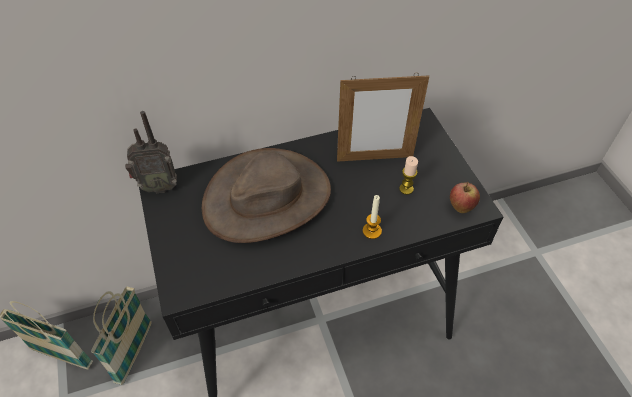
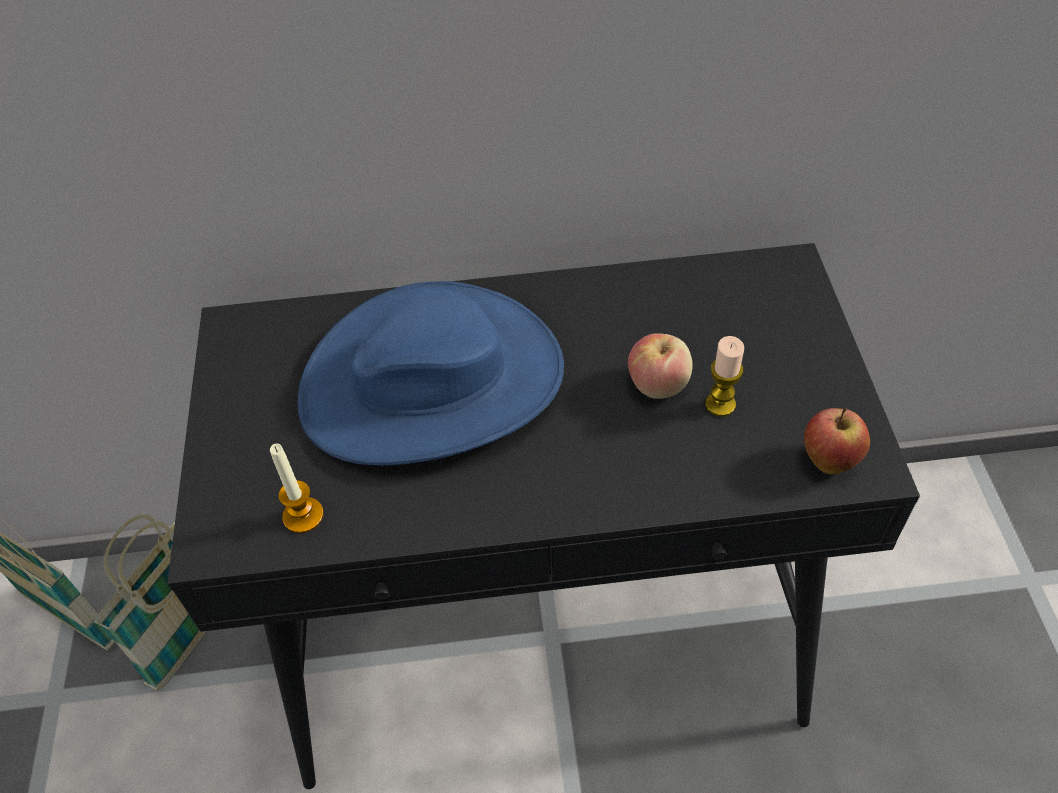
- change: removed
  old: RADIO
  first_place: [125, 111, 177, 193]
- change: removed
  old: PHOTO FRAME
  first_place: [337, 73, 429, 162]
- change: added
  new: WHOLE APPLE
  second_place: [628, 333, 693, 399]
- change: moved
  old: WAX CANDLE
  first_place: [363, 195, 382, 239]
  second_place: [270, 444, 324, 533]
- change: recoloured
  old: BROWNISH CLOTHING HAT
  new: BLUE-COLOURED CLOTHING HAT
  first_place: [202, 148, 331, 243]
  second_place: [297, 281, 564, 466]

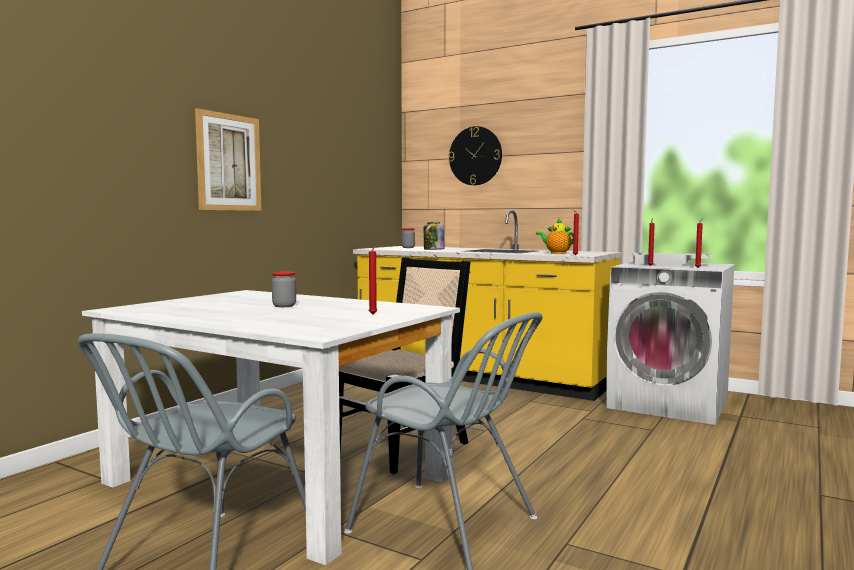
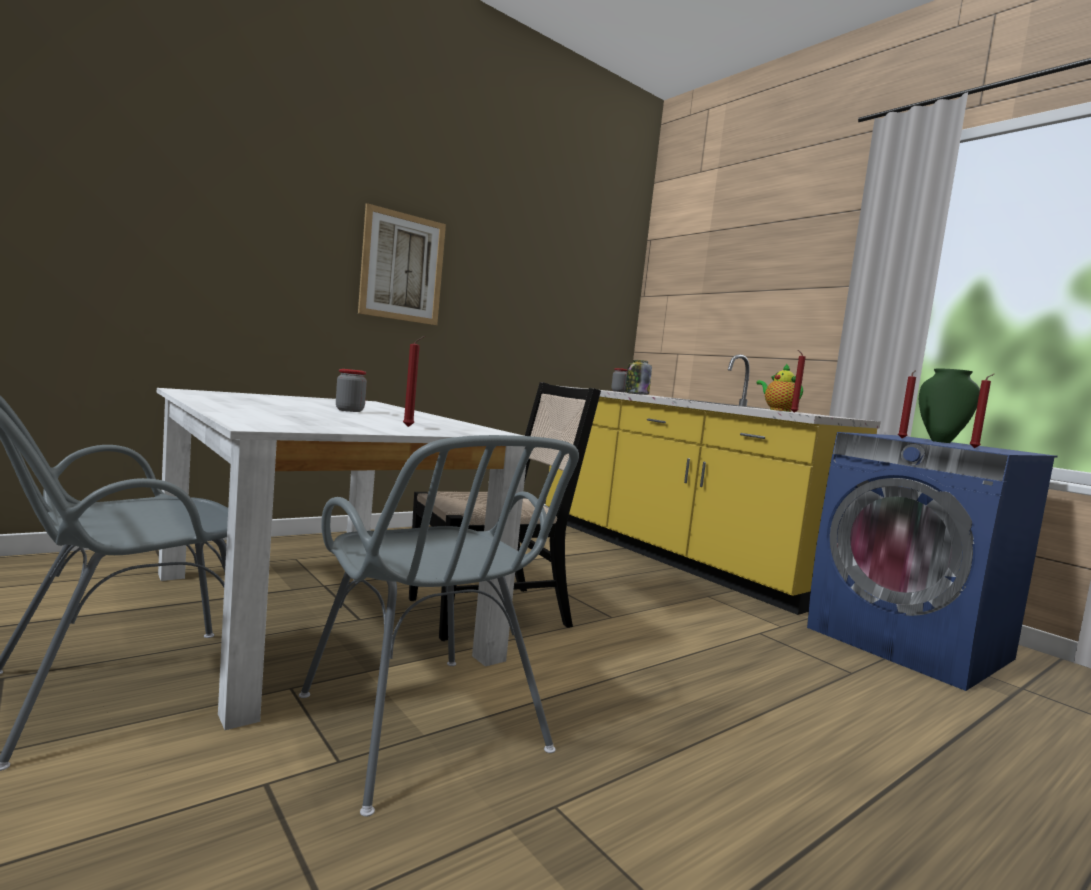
- change: removed
  old: CLOCK ON THE WALL
  first_place: [449, 126, 502, 185]
- change: replaced
  old: WHITISH CARRYING TRAY
  new: GREENISH DECORATIVE VASE
  first_place: [631, 253, 714, 265]
  second_place: [919, 369, 980, 443]
- change: recoloured
  old: WHITISH LAUNDRY MACHINE
  new: BLUE-COLOURED LAUNDRY MACHINE
  first_place: [607, 262, 735, 425]
  second_place: [807, 432, 1058, 691]

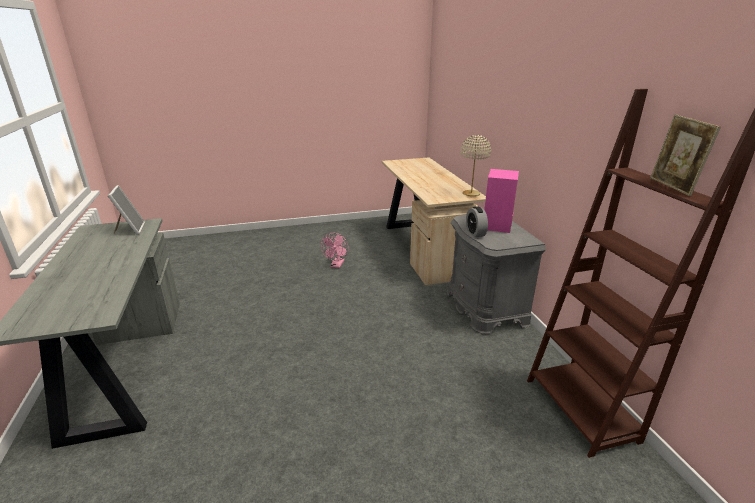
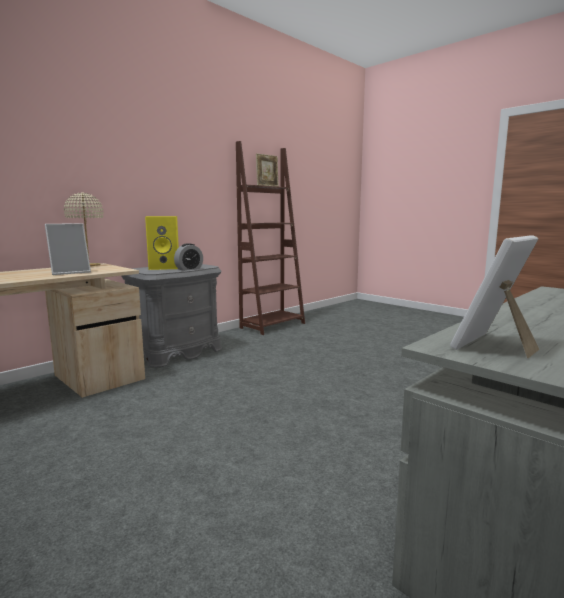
- change: removed
  old: PINKISH FAN
  first_place: [321, 233, 349, 268]
- change: added
  new: PHOTO FRAME
  second_place: [45, 223, 91, 275]
- change: recoloured
  old: PINKISH AUDIO SPEAKER
  new: YELLOW AUDIO SPEAKER
  first_place: [484, 169, 519, 233]
  second_place: [145, 216, 179, 270]

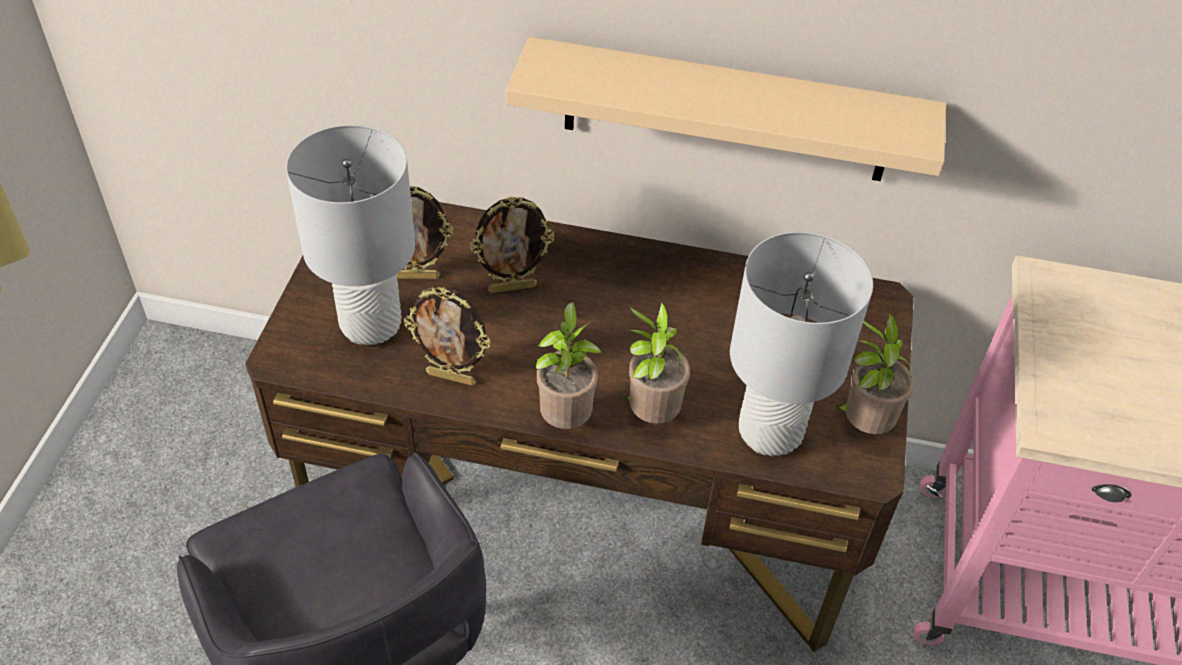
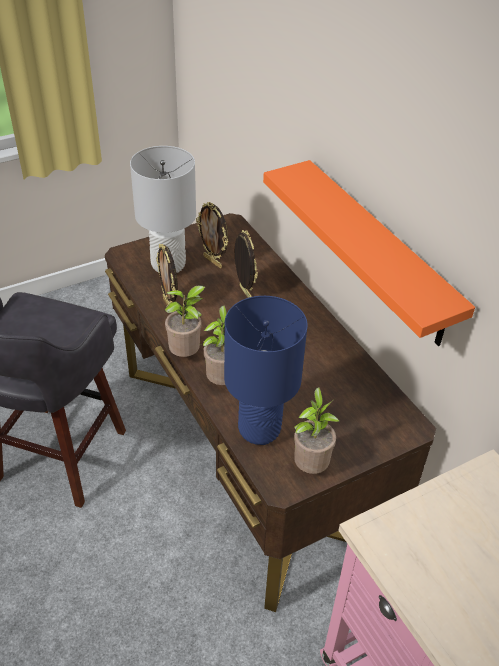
- change: recoloured
  old: BEIGE BRACKET SHELF
  new: ORANGE-COLOURED BRACKET SHELF
  first_place: [506, 37, 946, 181]
  second_place: [263, 160, 475, 346]
- change: recoloured
  old: GREYISH TABLETOP LAMP
  new: BLUE-COLOURED TABLETOP LAMP
  first_place: [730, 232, 873, 456]
  second_place: [224, 296, 307, 445]
- change: turned
  old: PHOTO FRAME
  first_place: [470, 196, 554, 293]
  second_place: [235, 230, 258, 298]
  degrees: -150

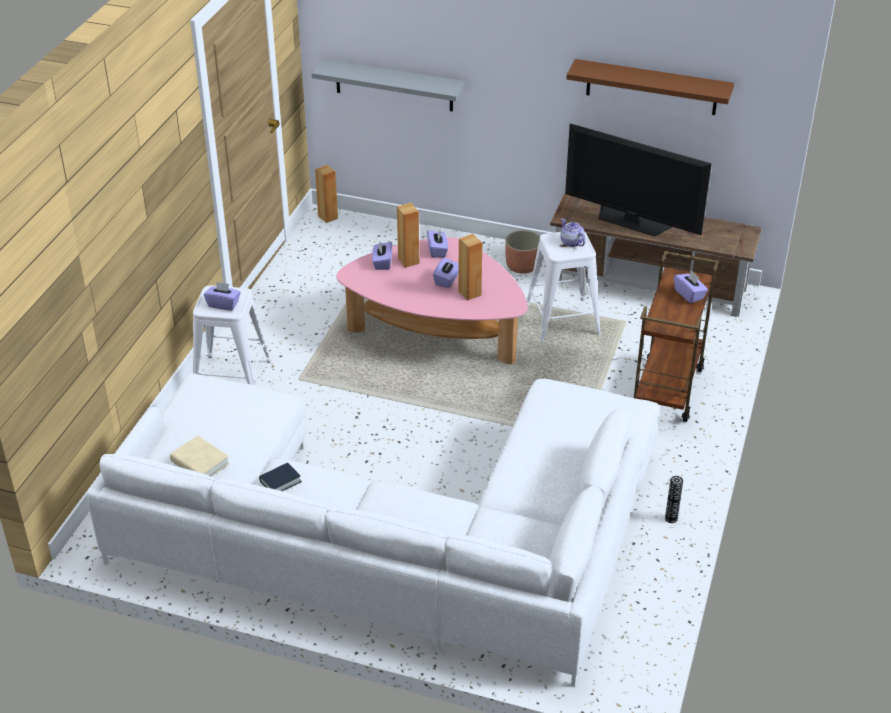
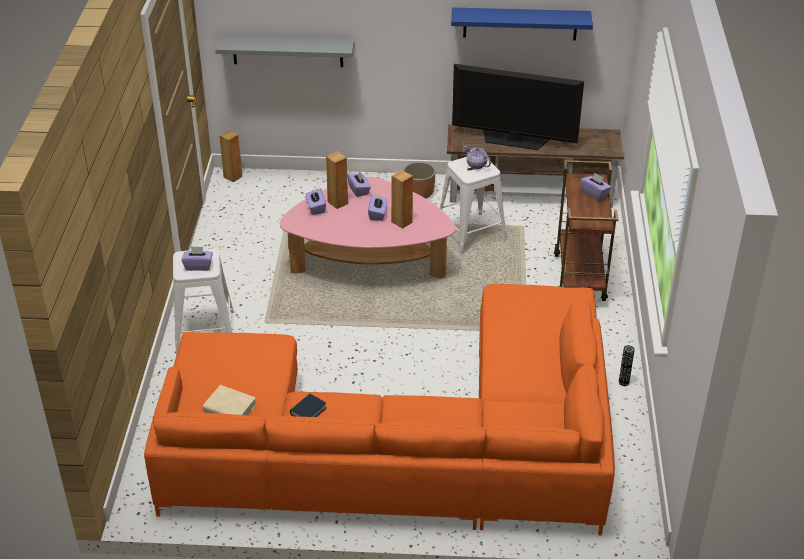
- change: recoloured
  old: WHITISH SETTEE
  new: ORANGE-COLOURED SETTEE
  first_place: [87, 373, 659, 687]
  second_place: [144, 284, 615, 536]
- change: recoloured
  old: BROWNISH BRACKET SHELF
  new: BLUE-COLOURED BRACKET SHELF
  first_place: [567, 59, 734, 115]
  second_place: [451, 7, 593, 40]

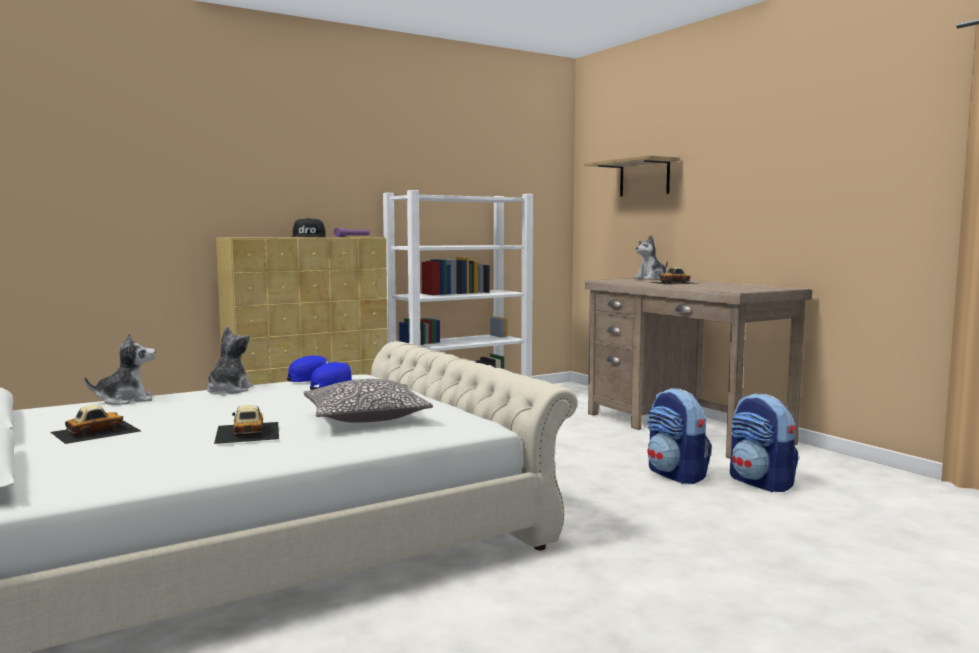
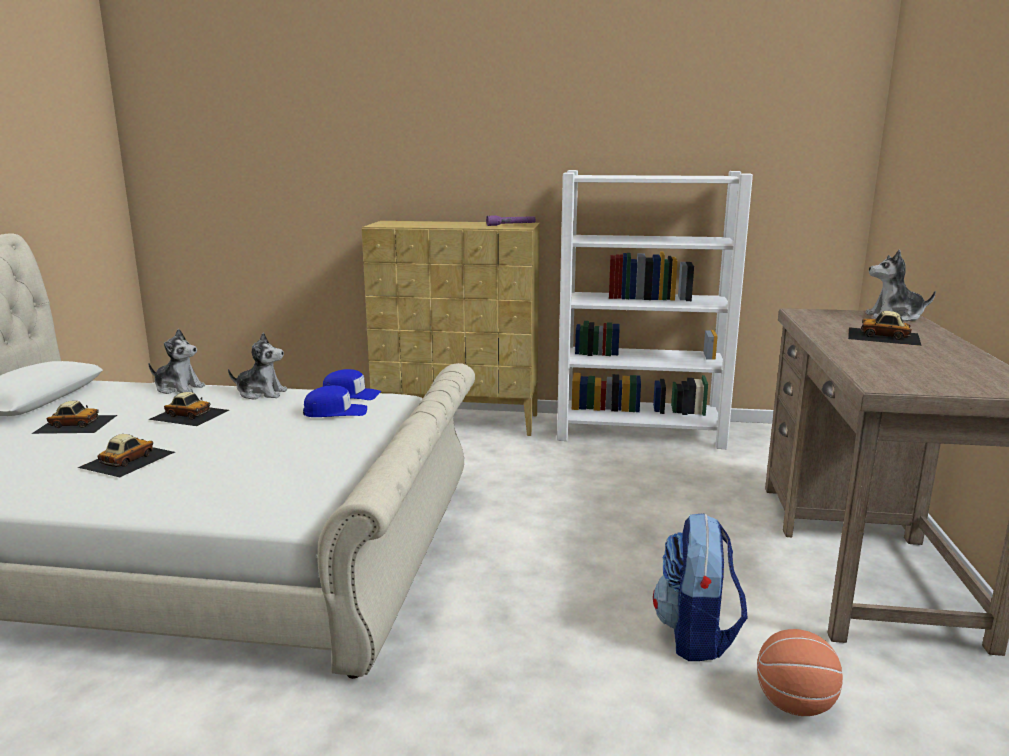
- change: removed
  old: BLACK-COLOURED BASEBALL CAP
  first_place: [292, 218, 325, 237]
- change: removed
  old: THROW PILLOW
  first_place: [303, 379, 433, 423]
- change: removed
  old: BRACKET SHELF
  first_place: [585, 155, 680, 196]
- change: added
  new: MODEL CAR
  second_place: [148, 392, 229, 426]
- change: replaced
  old: KNAPSACK
  new: BASKETBALL
  first_place: [730, 394, 798, 492]
  second_place: [757, 629, 843, 716]
- change: turned
  old: PLUSH TOY
  first_place: [207, 326, 253, 394]
  second_place: [228, 333, 287, 400]
  degrees: 45

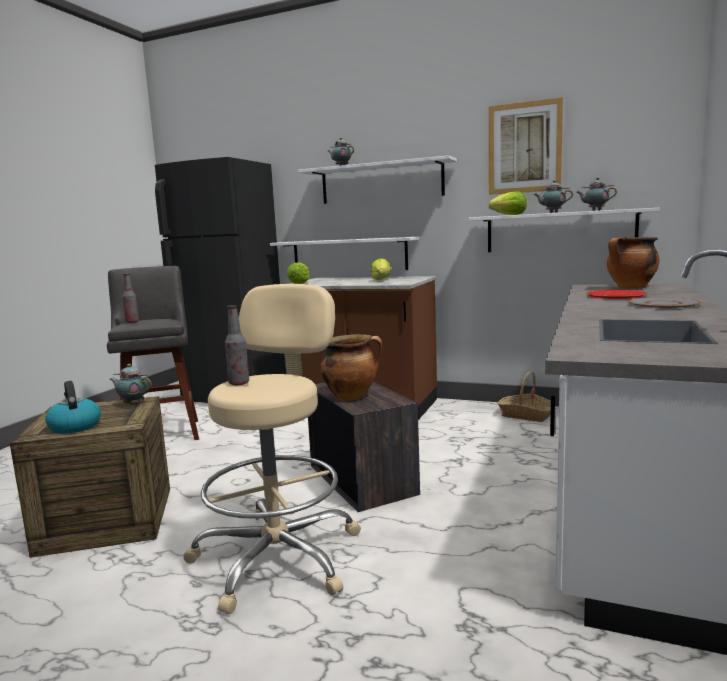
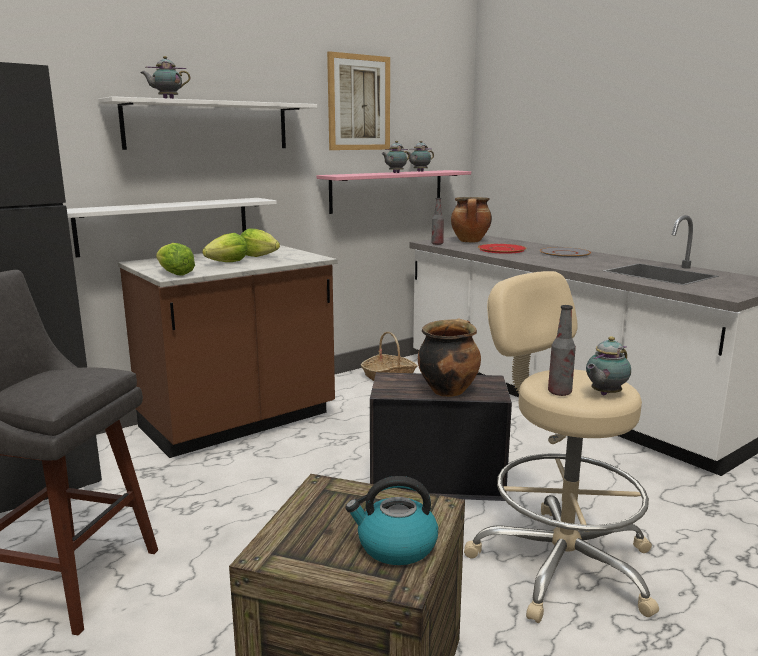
- change: moved
  old: TEA POT
  first_place: [109, 364, 152, 405]
  second_place: [586, 336, 631, 395]
- change: moved
  old: DRINK BOTTLE
  first_place: [123, 273, 139, 323]
  second_place: [431, 198, 444, 245]
- change: moved
  old: HEAD OF LETTUCE
  first_place: [488, 191, 527, 215]
  second_place: [202, 233, 247, 262]
- change: recoloured
  old: WHITISH BRACKET SHELF
  new: PINKISH BRACKET SHELF
  first_place: [469, 208, 659, 252]
  second_place: [316, 170, 471, 214]

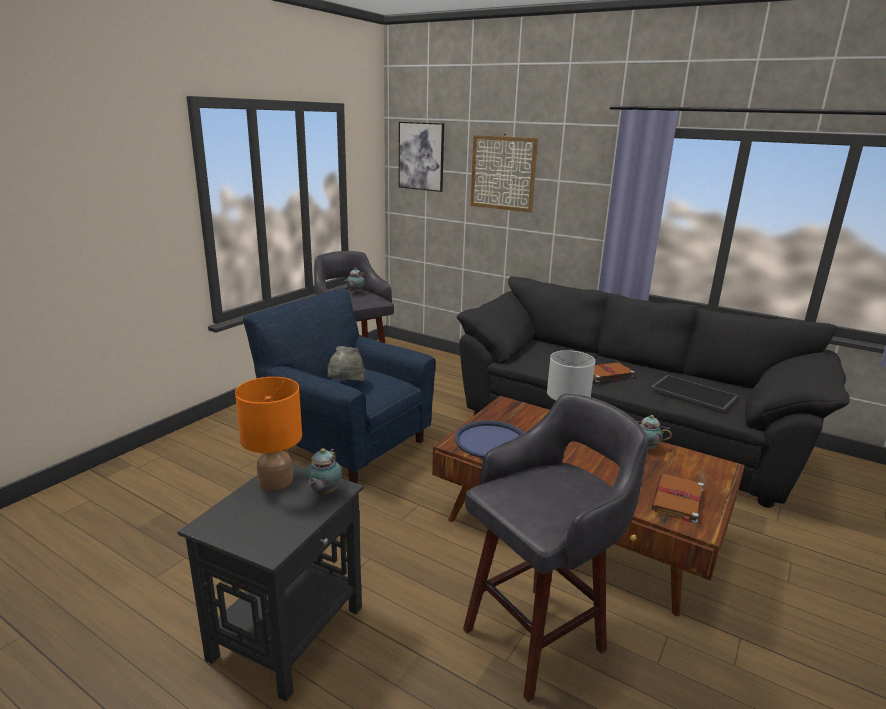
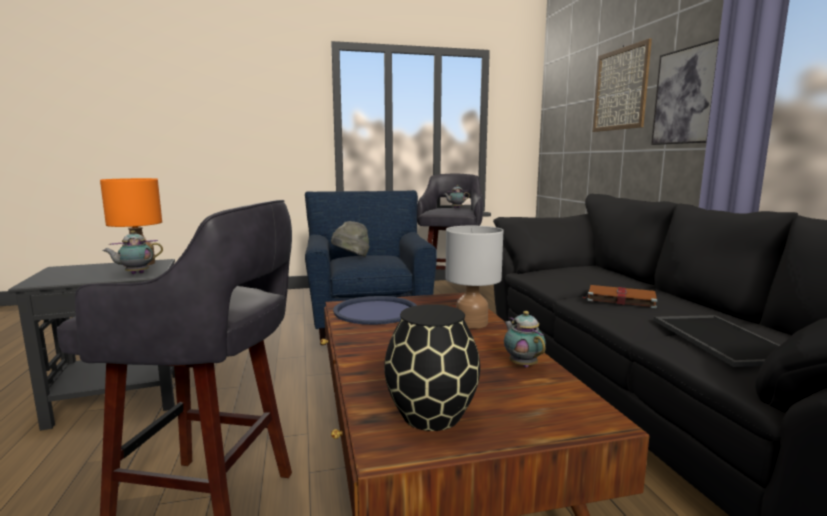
- change: moved
  old: WALL ART
  first_place: [399, 122, 444, 192]
  second_place: [651, 38, 719, 145]
- change: replaced
  old: BROWNISH BOUND BOOK
  new: BLACK-COLOURED DECORATIVE VASE
  first_place: [651, 474, 704, 525]
  second_place: [384, 304, 480, 431]

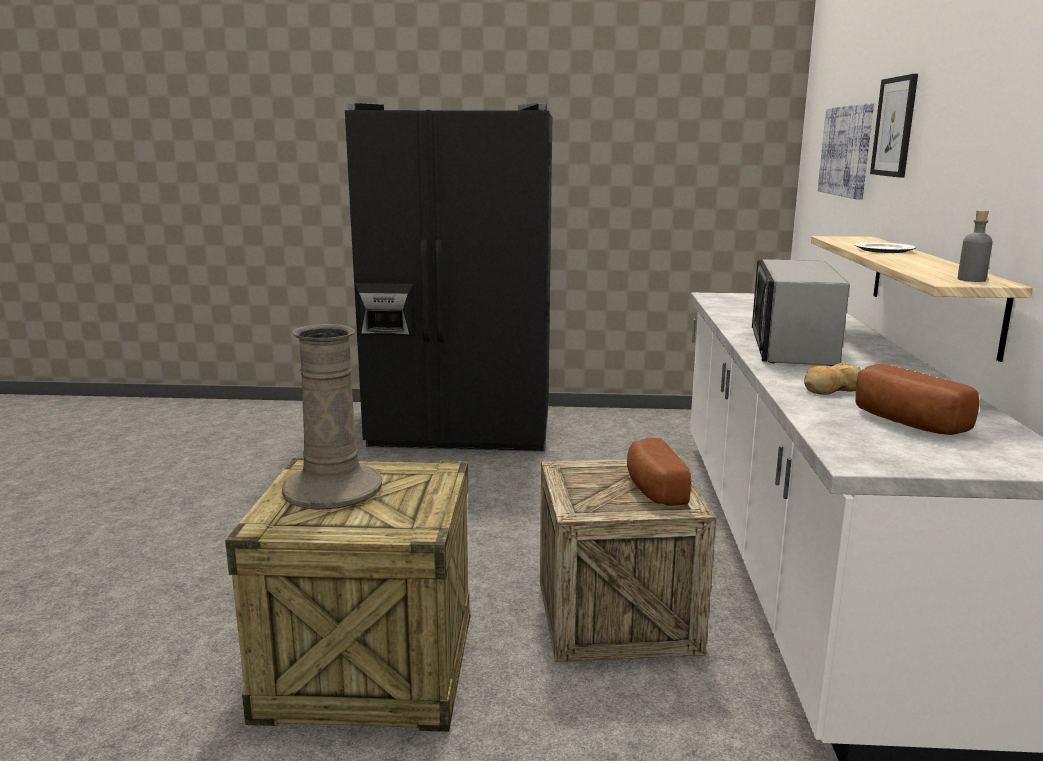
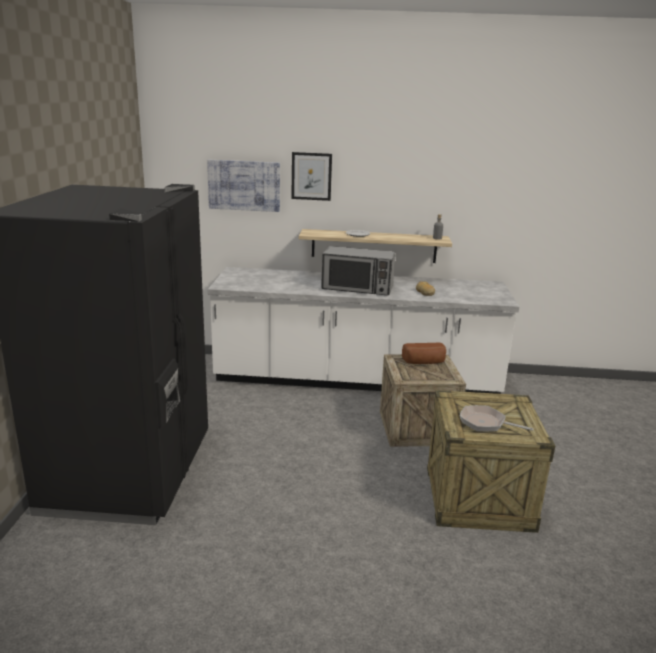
- change: removed
  old: BAKERY BREAD
  first_place: [855, 364, 979, 435]
- change: replaced
  old: BEIGE DECORATIVE VASE
  new: PAN
  first_place: [282, 324, 382, 510]
  second_place: [460, 405, 533, 432]

